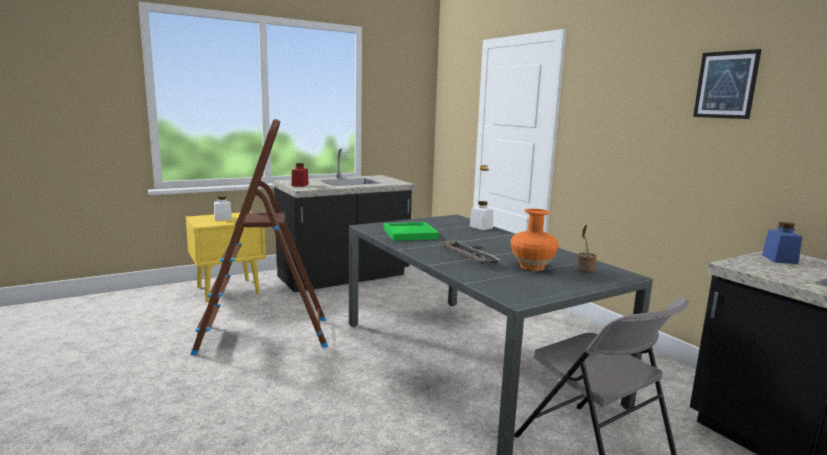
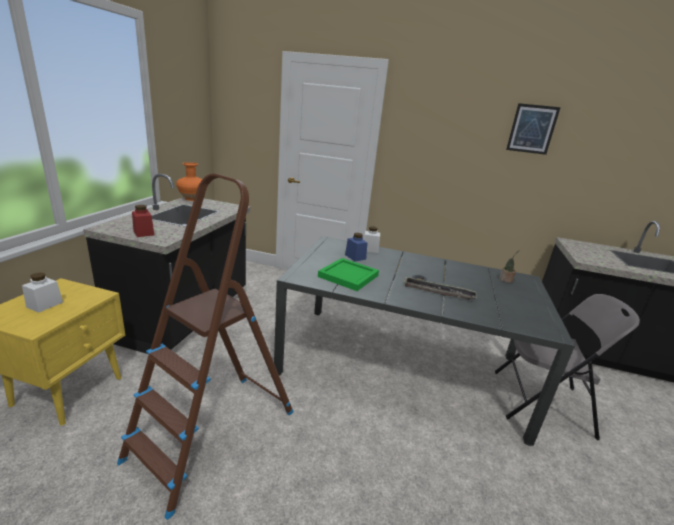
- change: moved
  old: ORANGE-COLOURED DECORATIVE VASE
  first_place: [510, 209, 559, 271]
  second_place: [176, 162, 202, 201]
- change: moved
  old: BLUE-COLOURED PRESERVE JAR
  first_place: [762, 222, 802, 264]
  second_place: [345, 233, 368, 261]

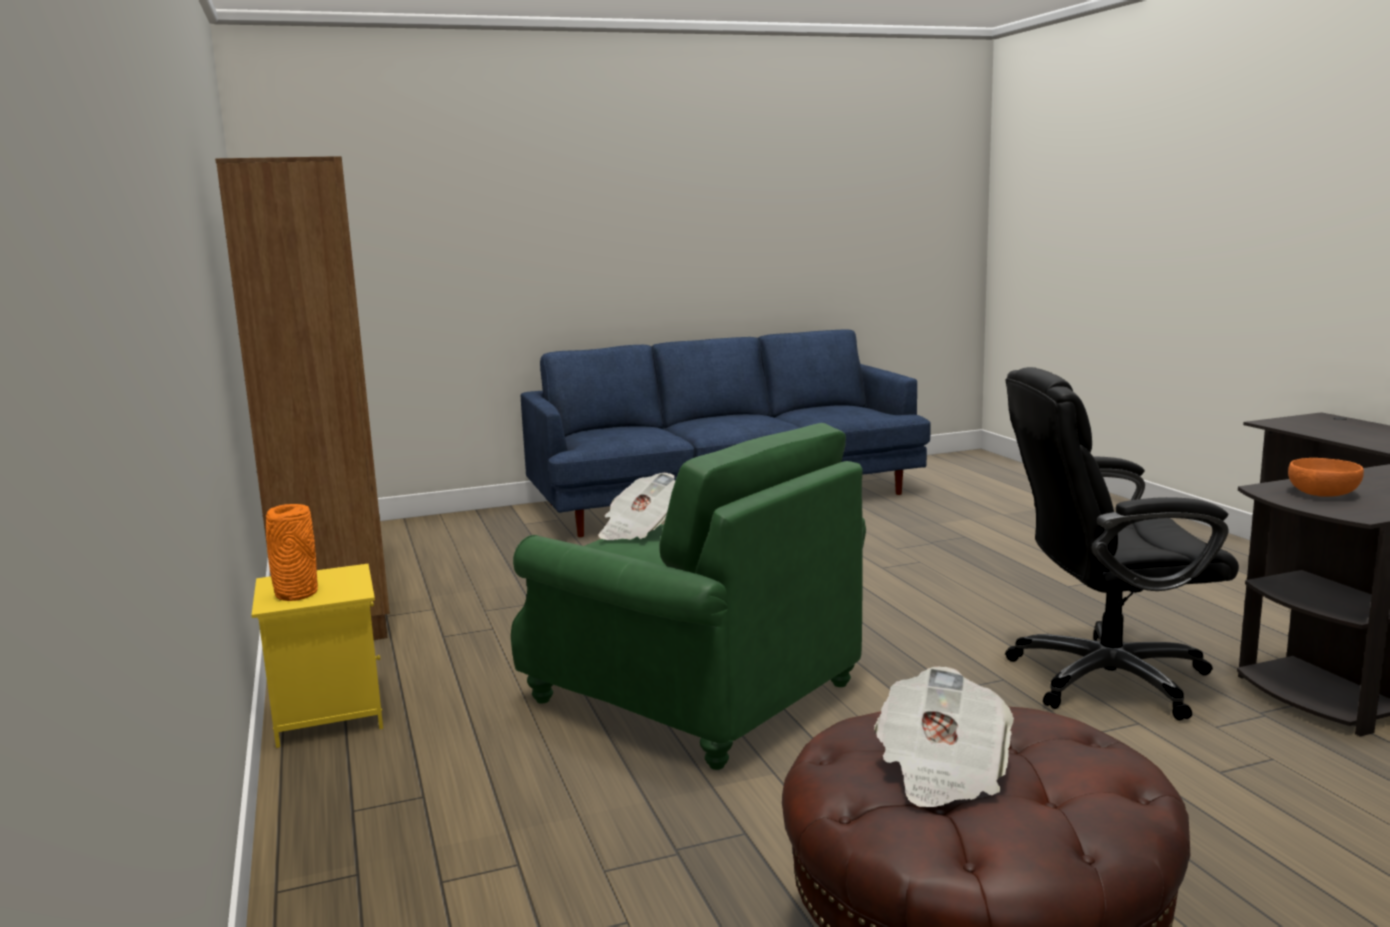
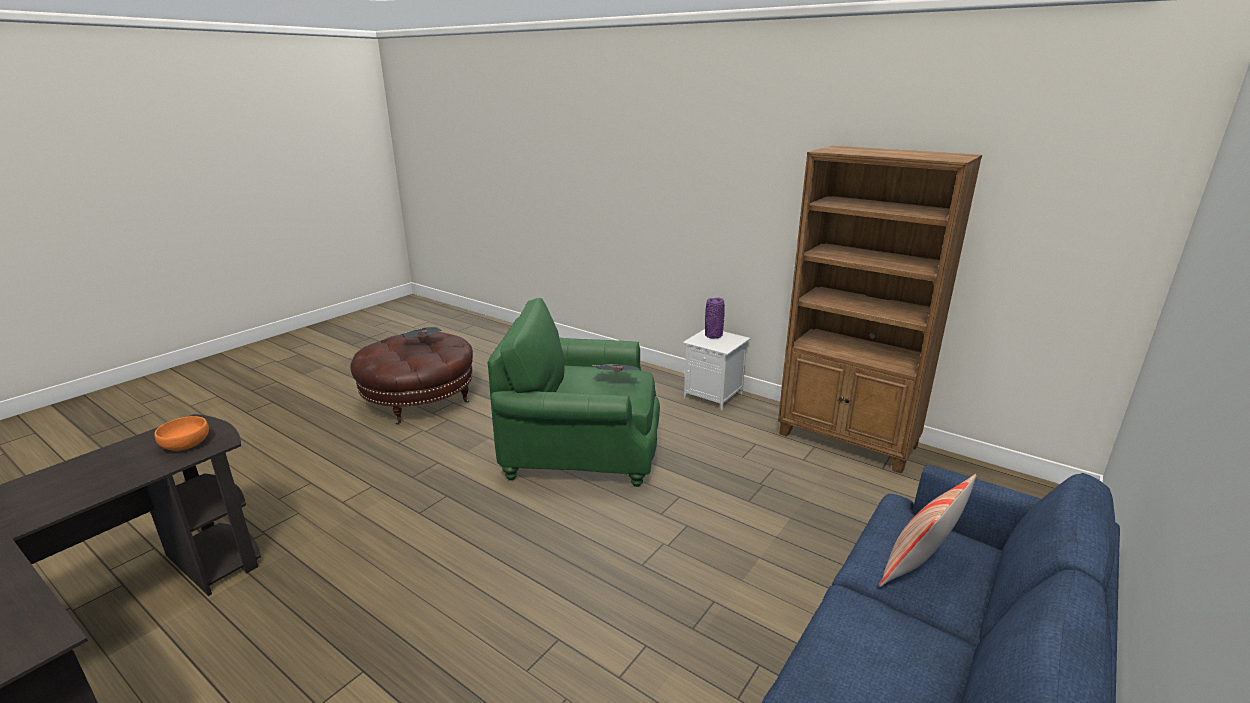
- change: removed
  old: BLACK-COLOURED COMPUTER CHAIR
  first_place: [1005, 367, 1239, 721]
- change: added
  new: THROW PILLOW
  second_place: [878, 474, 977, 587]
- change: recoloured
  old: YELLOW NIGHT TABLE
  new: GREYISH NIGHT TABLE
  first_place: [252, 564, 383, 748]
  second_place: [683, 329, 751, 410]
- change: recoloured
  old: ORANGE-COLOURED DECORATIVE VASE
  new: PURPLE-COLOURED DECORATIVE VASE
  first_place: [266, 504, 318, 601]
  second_place: [705, 298, 725, 338]

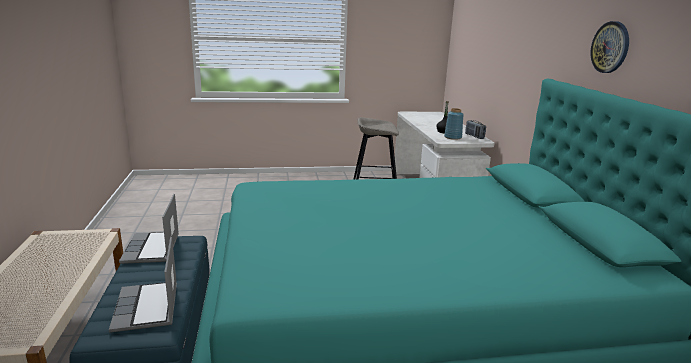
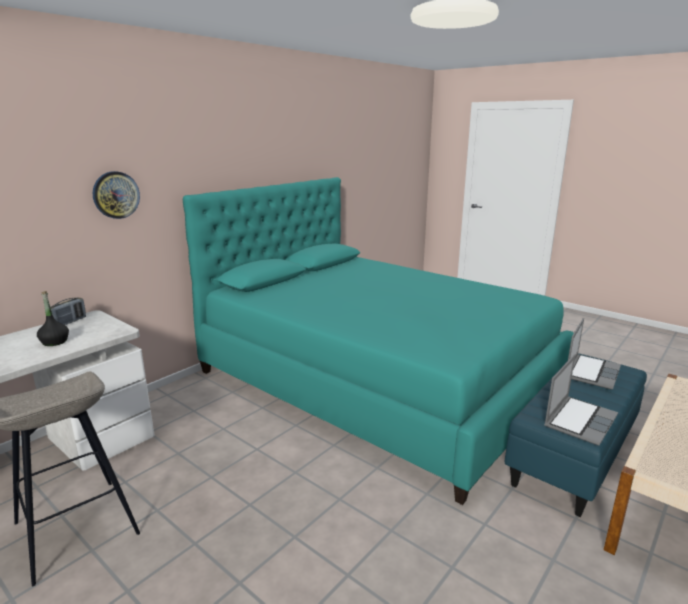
- change: removed
  old: BLUE-COLOURED DECORATIVE VASE
  first_place: [444, 108, 464, 140]
- change: moved
  old: CLOCK ON THE WALL
  first_place: [591, 21, 629, 73]
  second_place: [93, 171, 140, 219]

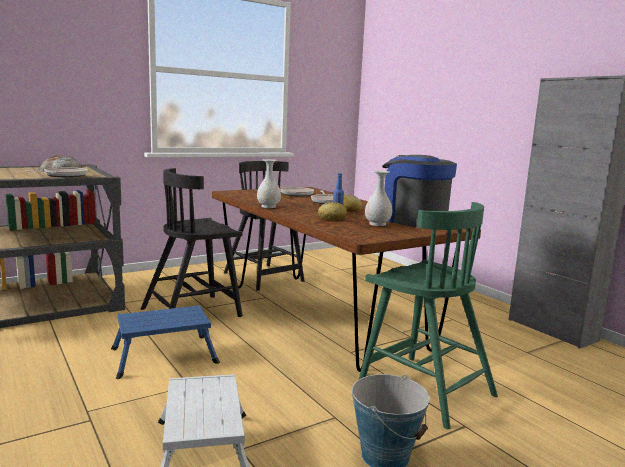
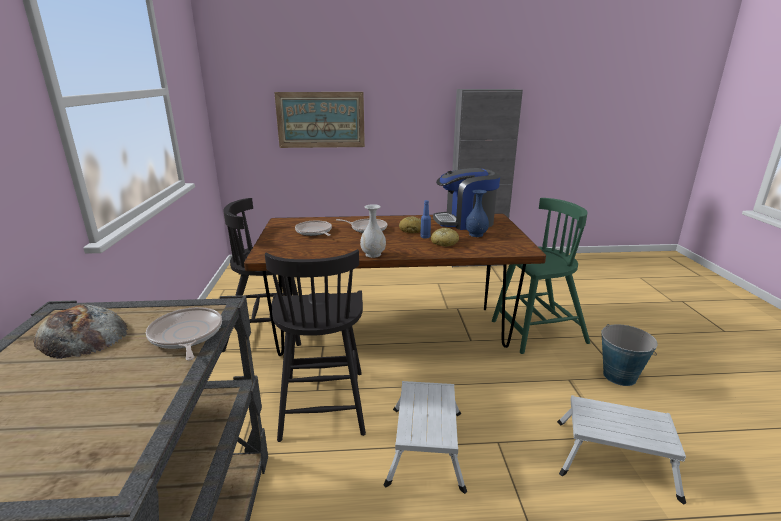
- change: added
  new: WALL ART
  second_place: [274, 92, 365, 148]
- change: recoloured
  old: BLUE-COLOURED STEP LADDER
  new: WHITISH STEP LADDER
  first_place: [111, 305, 220, 379]
  second_place: [384, 381, 467, 494]
- change: recoloured
  old: WHITISH DECORATIVE VASE
  new: BLUE-COLOURED DECORATIVE VASE
  first_place: [365, 170, 392, 226]
  second_place: [466, 190, 489, 237]

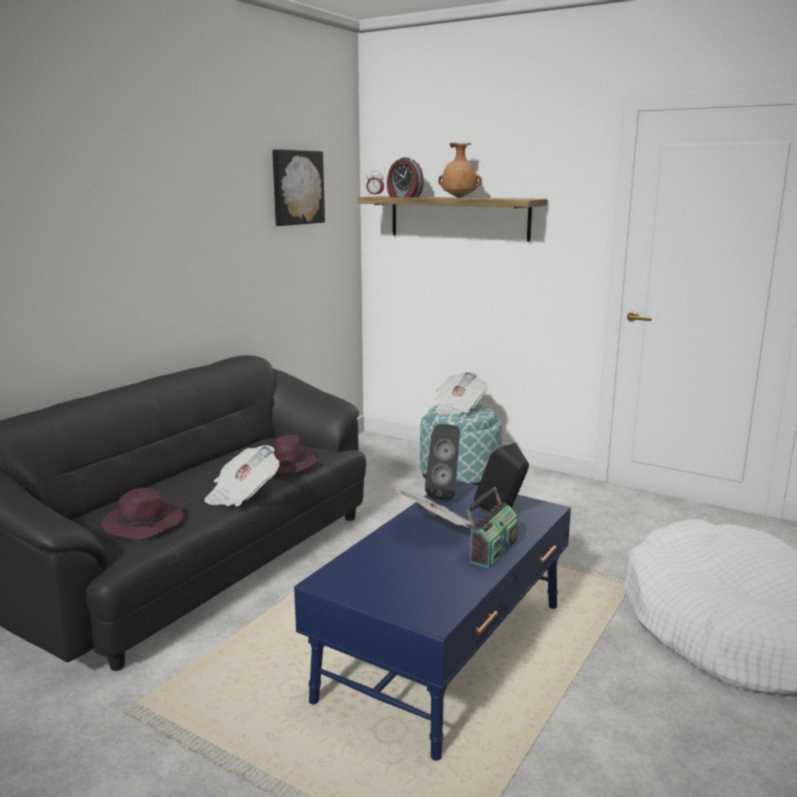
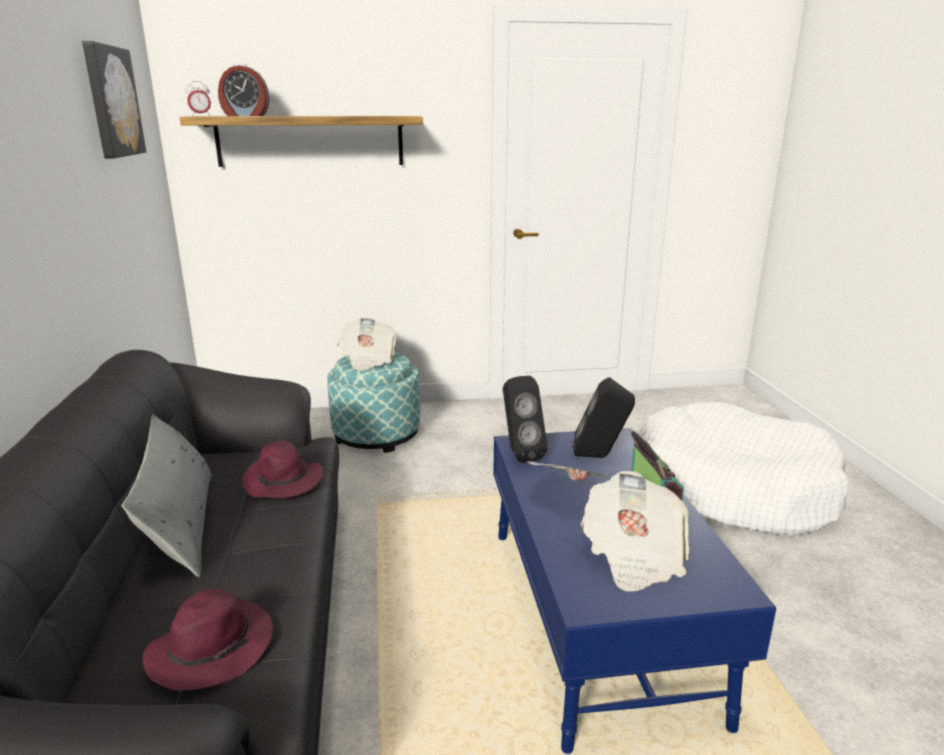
- change: removed
  old: BROWNISH DECORATIVE VASE
  first_place: [438, 143, 482, 198]
- change: added
  new: GREYISH THROW PILLOW
  second_place: [122, 414, 212, 577]
- change: moved
  old: PRINTED PAPER
  first_place: [204, 445, 280, 506]
  second_place: [581, 471, 689, 592]

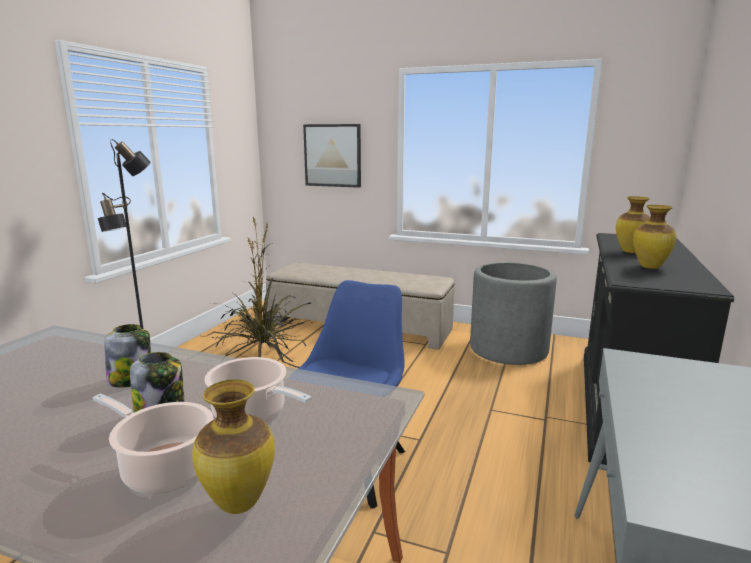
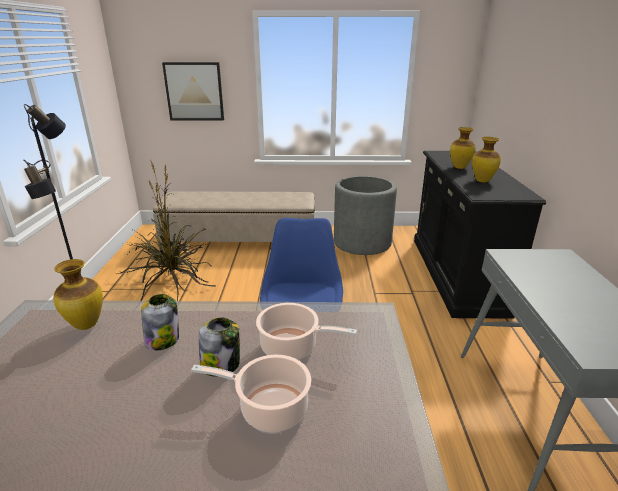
- change: moved
  old: DECORATIVE VASE
  first_place: [192, 379, 275, 514]
  second_place: [53, 259, 103, 330]

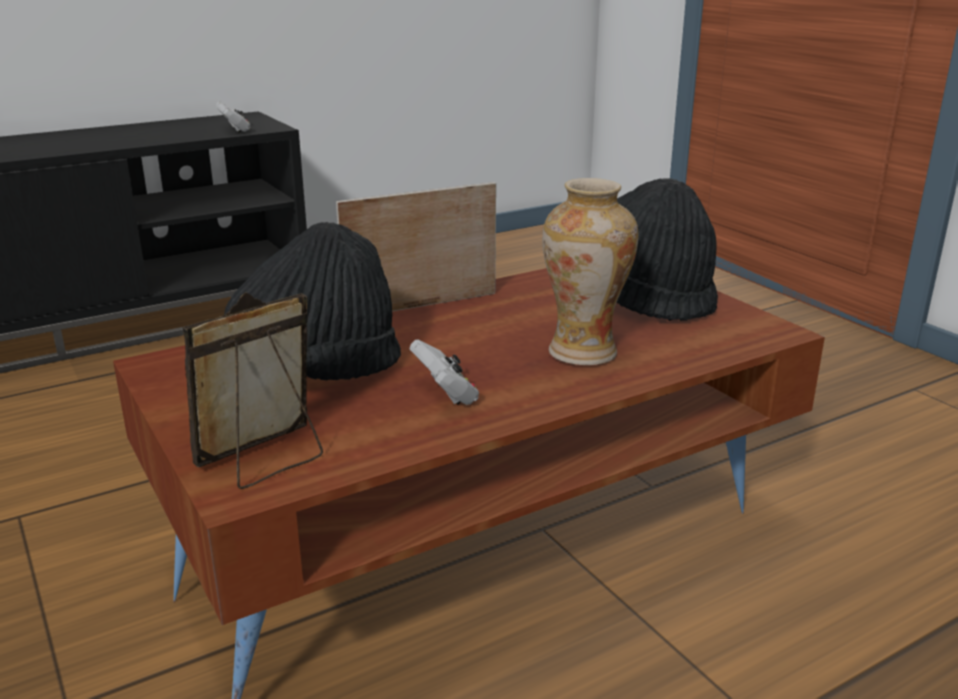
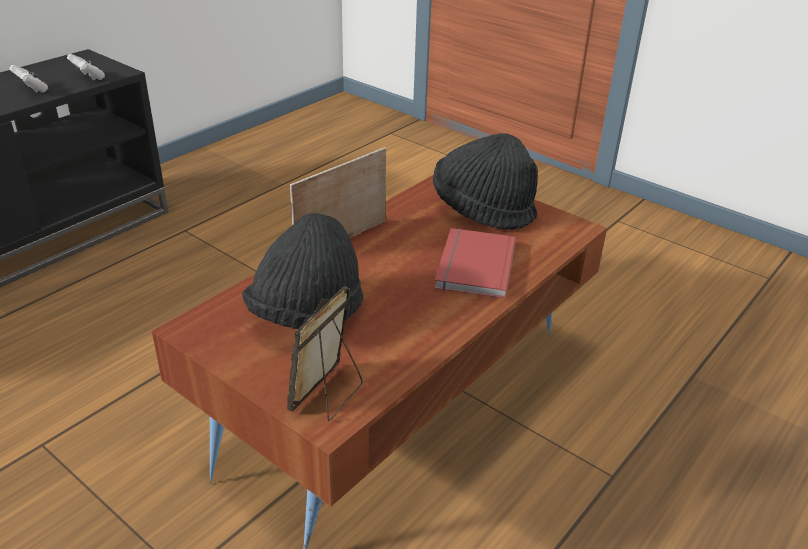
- change: moved
  old: WHITISH GAME CONTROLLER
  first_place: [410, 339, 479, 405]
  second_place: [10, 65, 48, 93]
- change: replaced
  old: DECORATIVE VASE
  new: RED BOUND BOOK
  first_place: [542, 178, 639, 365]
  second_place: [434, 228, 516, 299]

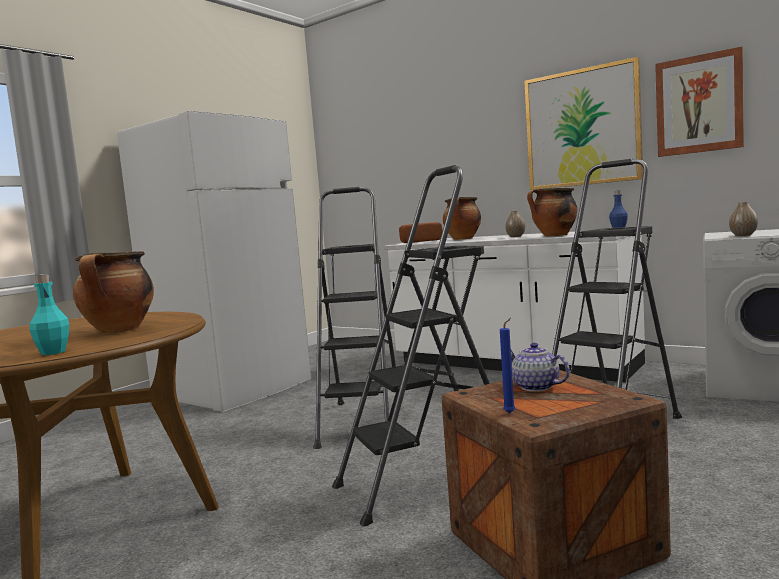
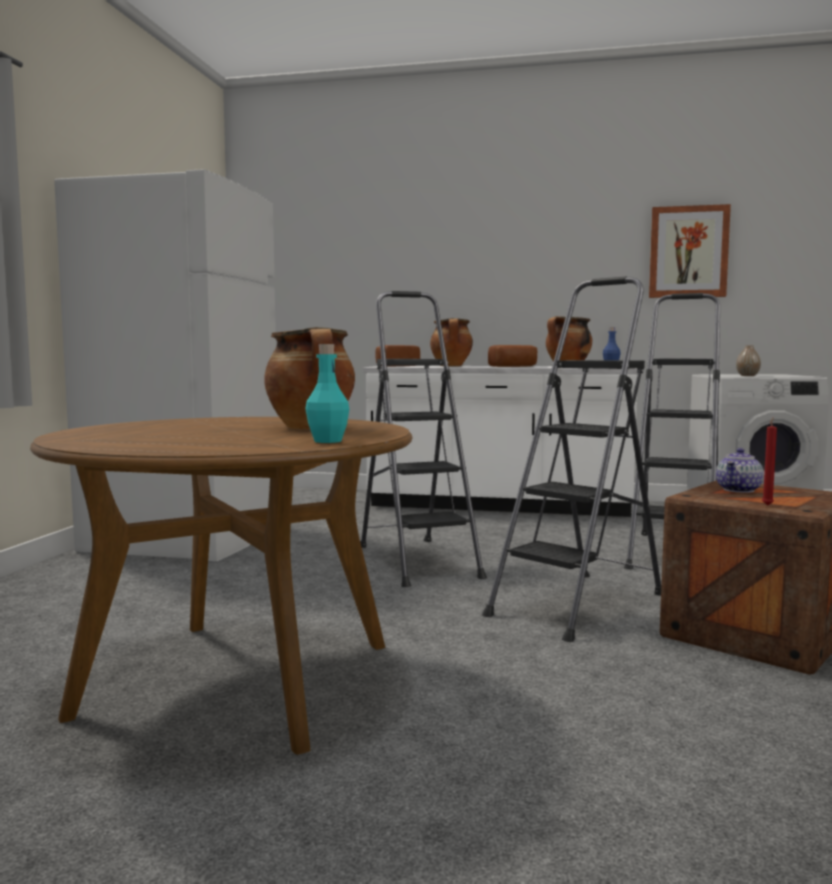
- change: removed
  old: WALL ART
  first_place: [524, 57, 643, 190]
- change: replaced
  old: DECORATIVE VASE
  new: BAKERY BREAD
  first_place: [505, 211, 525, 237]
  second_place: [488, 345, 538, 367]
- change: recoloured
  old: BLUE-COLOURED WAX CANDLE
  new: RED WAX CANDLE
  first_place: [500, 318, 515, 413]
  second_place: [762, 418, 777, 506]
- change: turned
  old: TEA POT
  first_place: [511, 343, 570, 392]
  second_place: [716, 448, 763, 493]
  degrees: -75

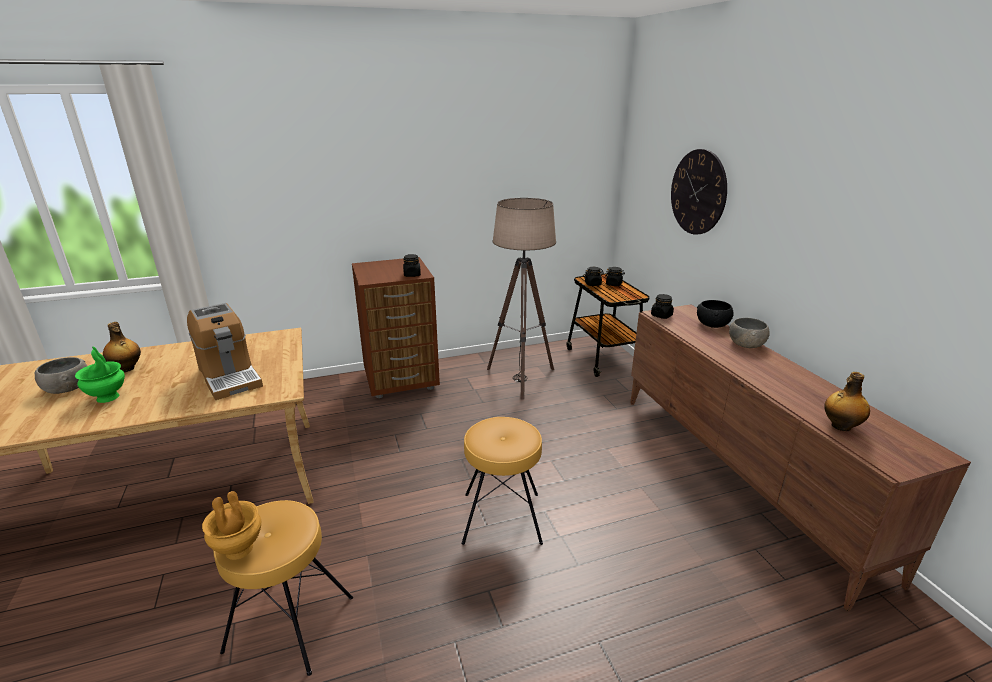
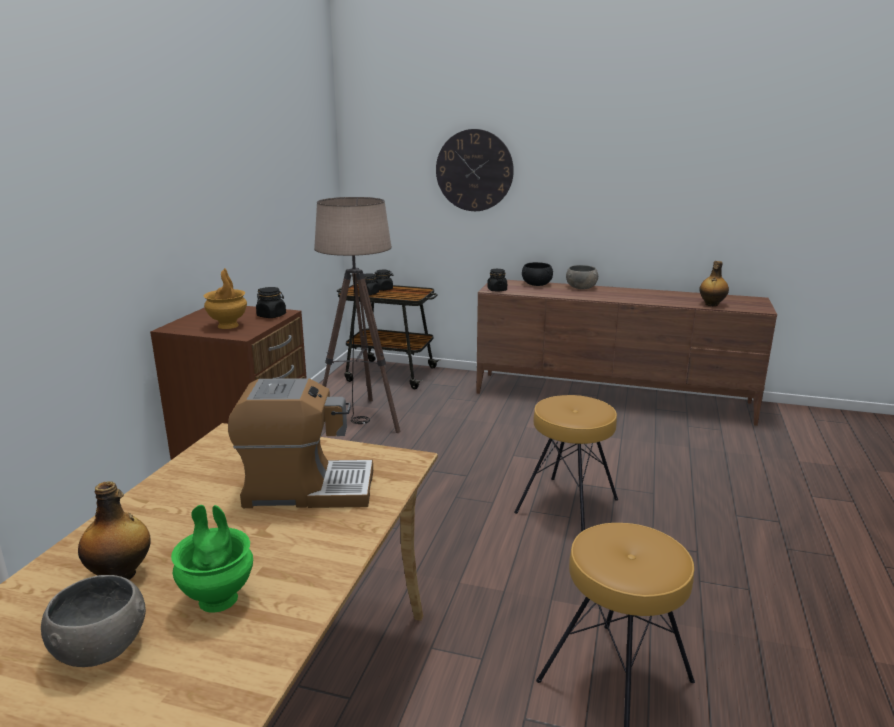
- change: moved
  old: BROWNISH DECORATIVE VASE
  first_place: [202, 491, 261, 560]
  second_place: [204, 268, 247, 329]

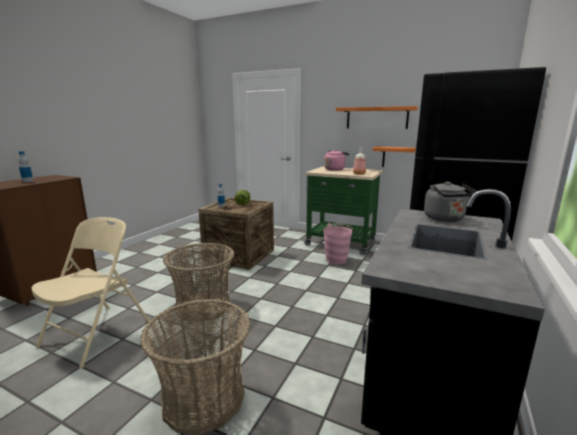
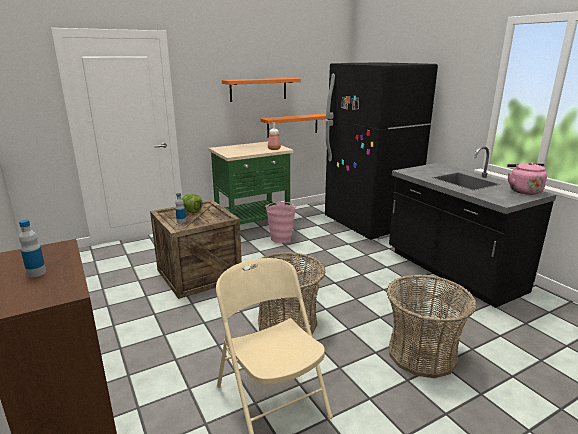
- change: removed
  old: GREYISH WATER KETTLE
  first_place: [424, 182, 477, 222]
- change: moved
  old: PINKISH WATER KETTLE
  first_place: [324, 150, 349, 171]
  second_place: [507, 162, 547, 195]

